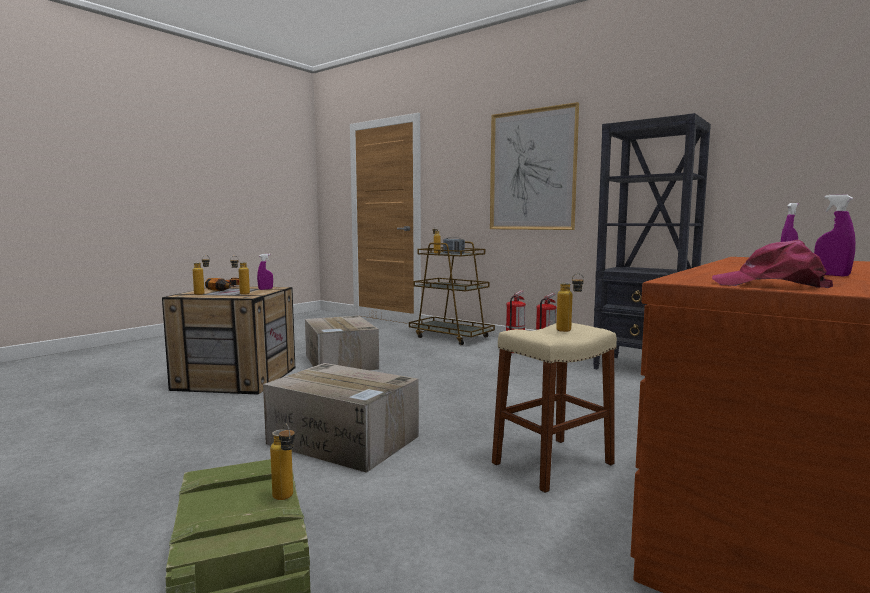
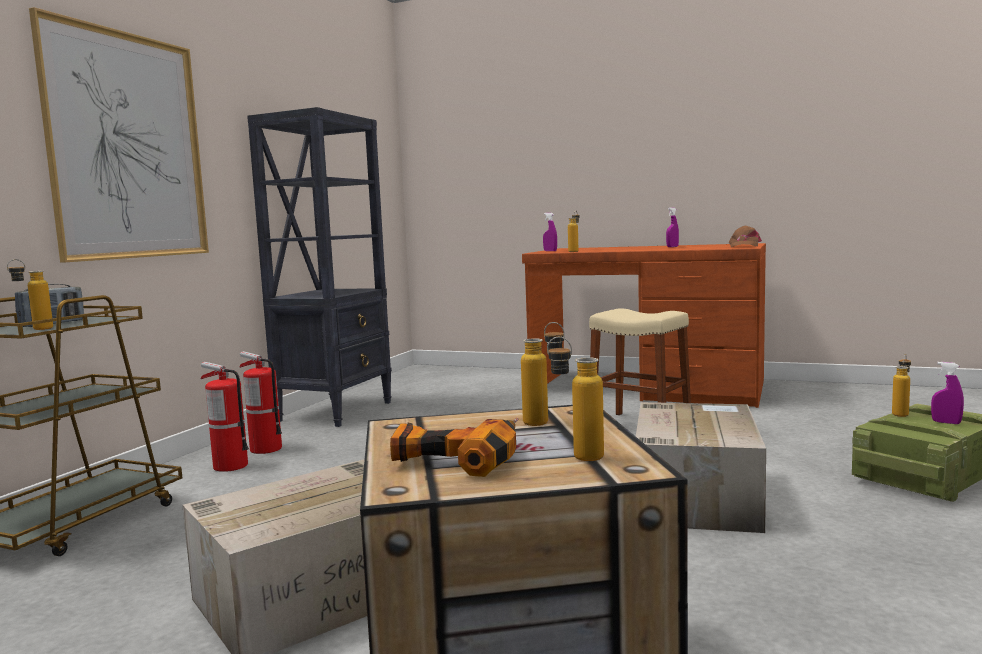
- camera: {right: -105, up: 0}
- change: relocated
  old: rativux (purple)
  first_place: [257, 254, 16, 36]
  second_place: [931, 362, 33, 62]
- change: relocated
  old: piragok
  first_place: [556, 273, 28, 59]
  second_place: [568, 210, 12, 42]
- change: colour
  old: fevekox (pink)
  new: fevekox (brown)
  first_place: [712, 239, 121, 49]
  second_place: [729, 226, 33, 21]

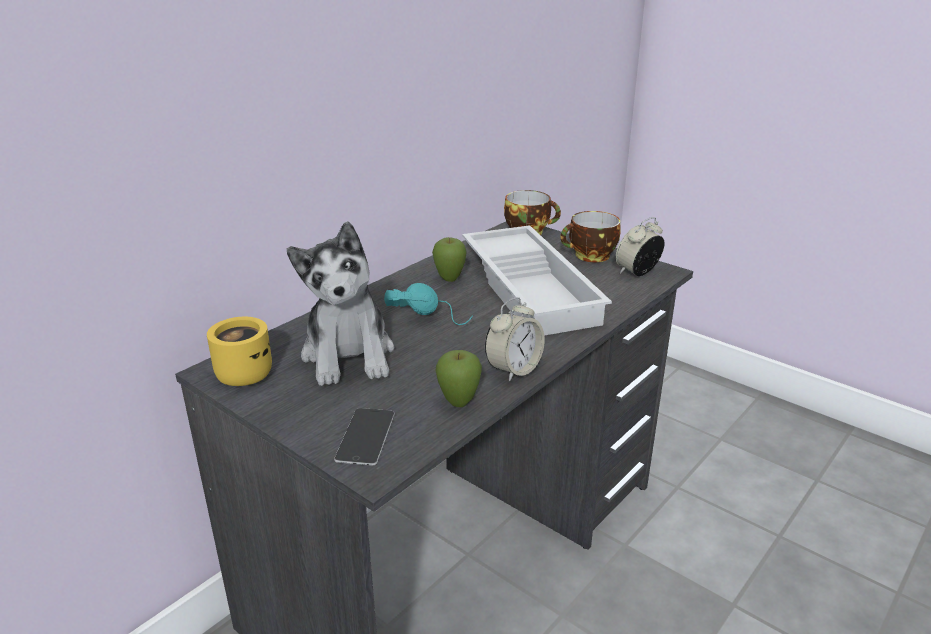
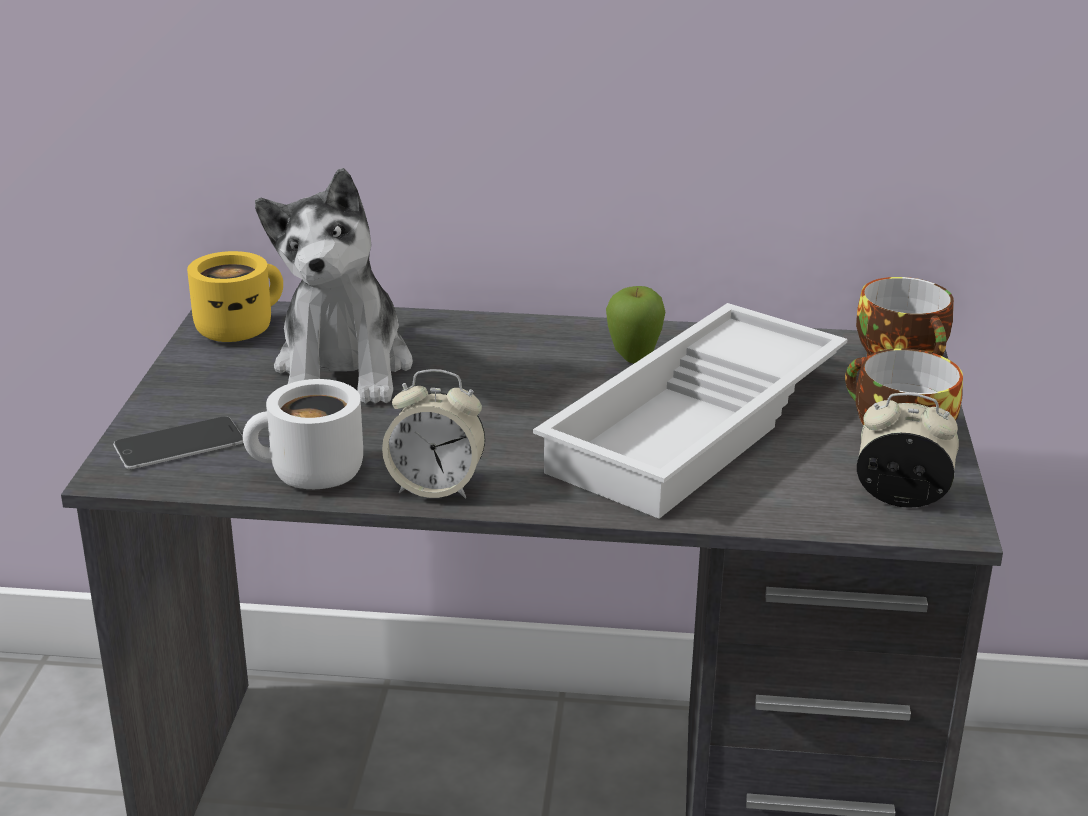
- camera: {right: 55, up: 0}
- change: spun
  old: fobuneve
  first_place: [287, 221, 107, 165]
  second_place: [255, 168, 158, 236]
  degrees: -45
- change: missing
  old: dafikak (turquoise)
  first_place: [384, 283, 89, 42]
- change: exchanged
  old: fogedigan
  new: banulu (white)
  first_place: [435, 350, 47, 57]
  second_place: [243, 379, 120, 110]

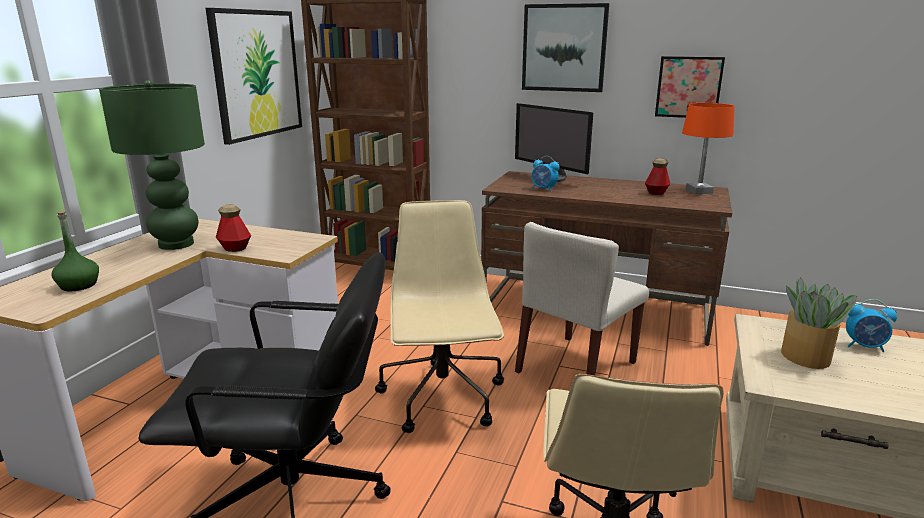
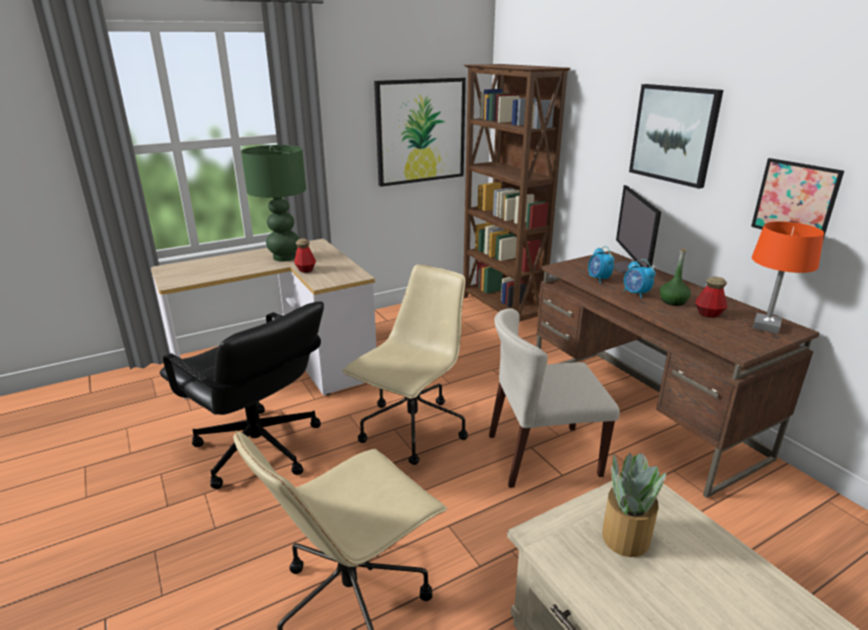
- camera: {right: 40, up: 5}
- change: relocated
  old: piragok (green)
  first_place: [51, 210, 48, 81]
  second_place: [660, 248, 31, 58]
- change: relocated
  old: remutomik
  first_place: [846, 299, 51, 53]
  second_place: [624, 259, 32, 39]

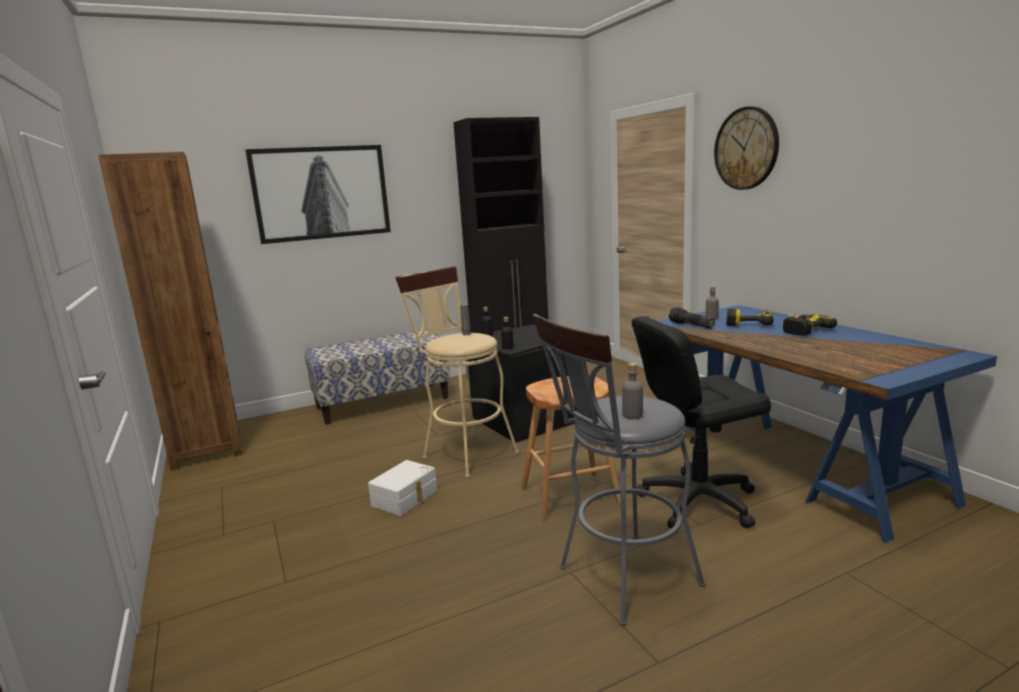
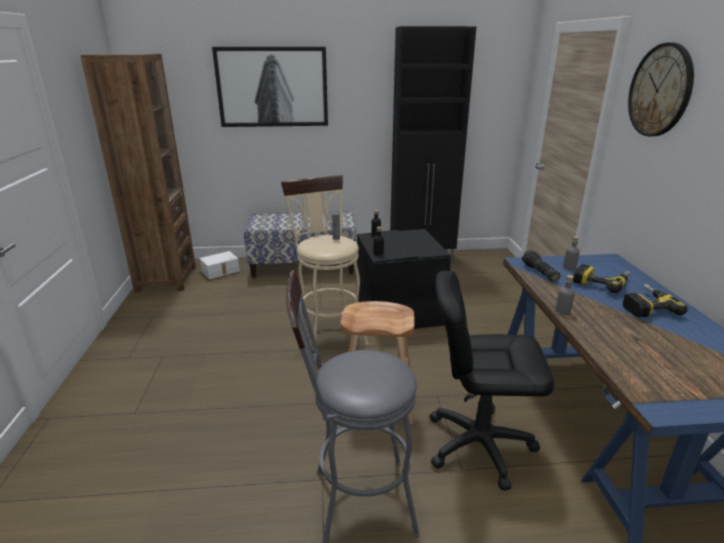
- camera: {right: 20, up: 10}
- change: relocated
  old: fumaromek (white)
  first_place: [368, 460, 69, 56]
  second_place: [200, 251, 40, 28]
- change: relocated
  old: piragok (grey)
  first_place: [622, 363, 21, 56]
  second_place: [555, 275, 20, 40]

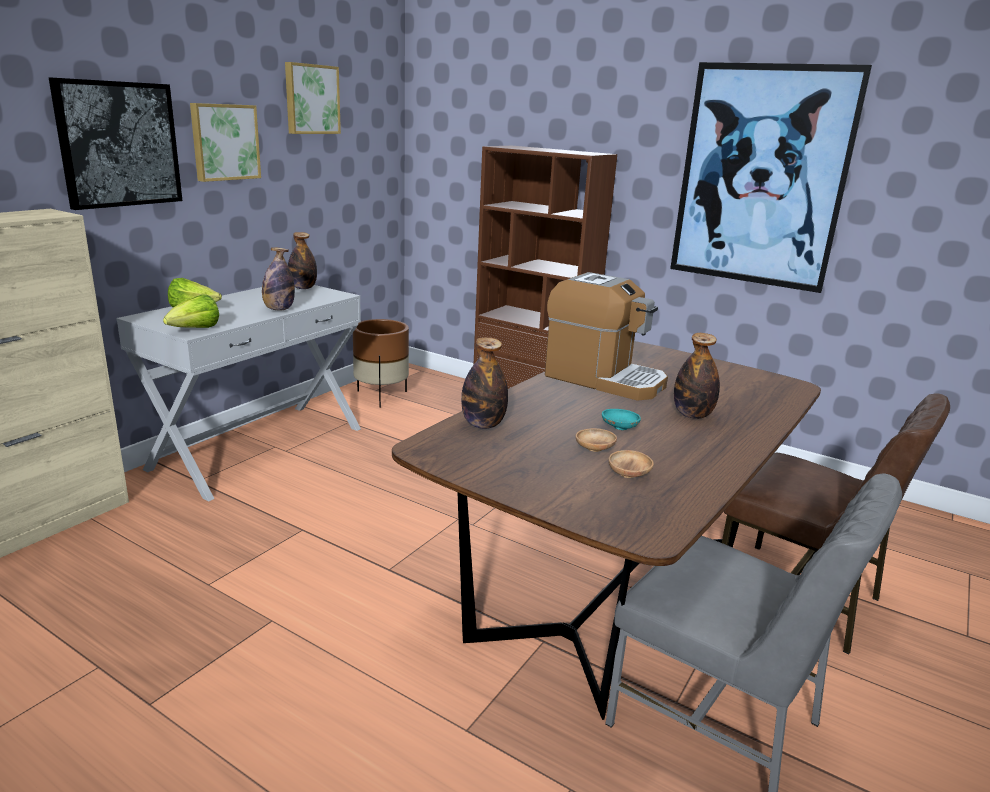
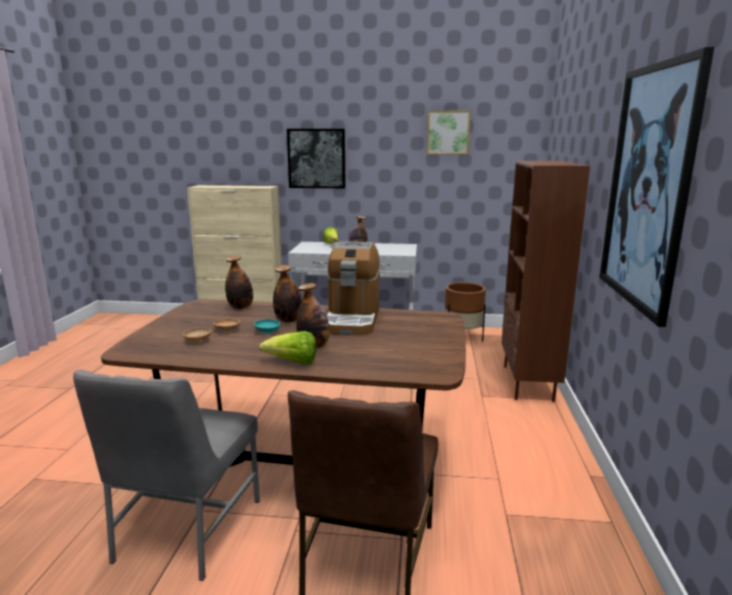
- camera: {right: 65, up: -5}
- change: relocated
  old: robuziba
  first_place: [163, 294, 56, 34]
  second_place: [259, 331, 57, 34]
- change: missing
  old: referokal
  first_place: [190, 103, 71, 79]
- change: relocated
  old: piragok
  first_place: [288, 232, 29, 57]
  second_place: [273, 265, 29, 58]

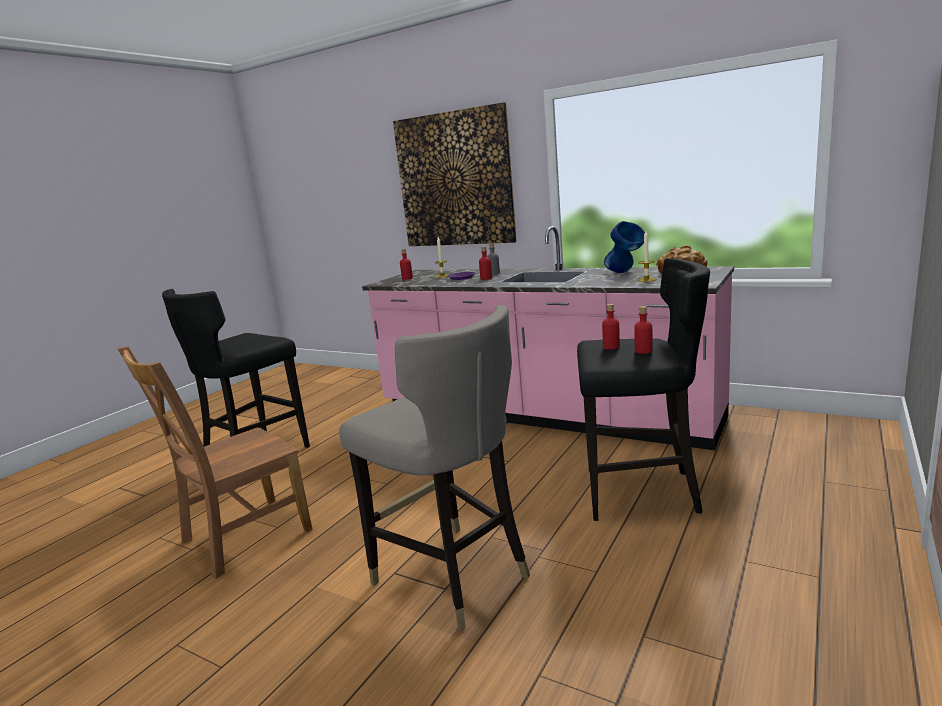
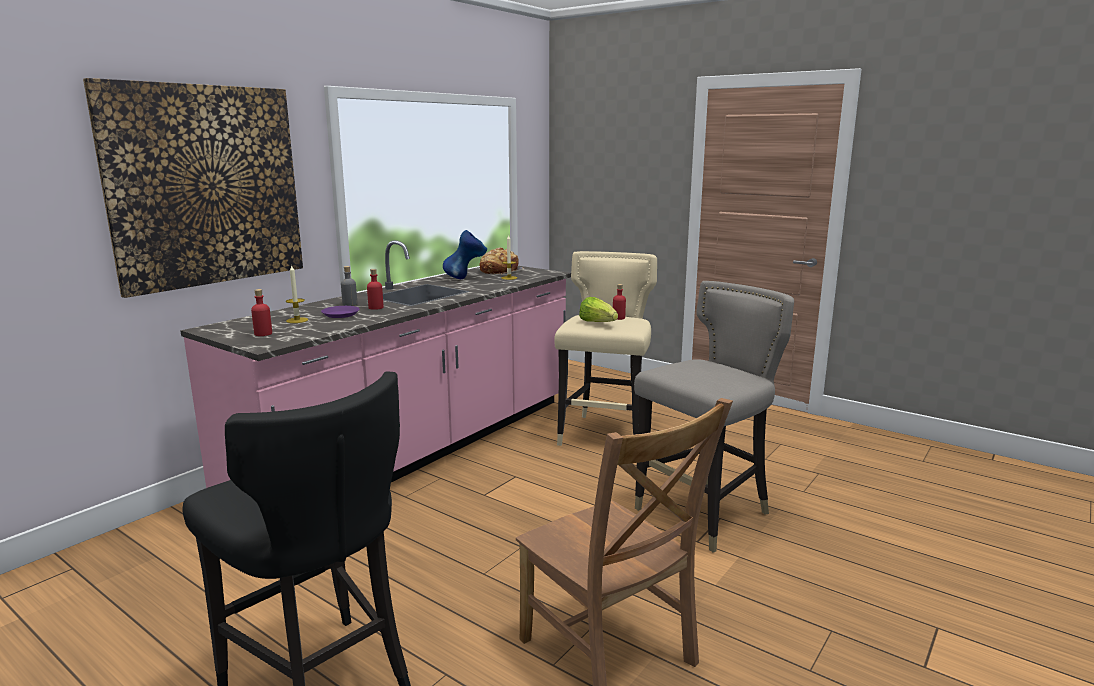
- camera: {right: -85, up: 0}
- change: colour
  old: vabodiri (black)
  new: vabodiri (beige)
  first_place: [577, 258, 133, 263]
  second_place: [554, 251, 103, 195]
- change: exchanged
  old: piragok (red)
  new: robuziba
  first_place: [602, 304, 18, 45]
  second_place: [579, 297, 39, 25]

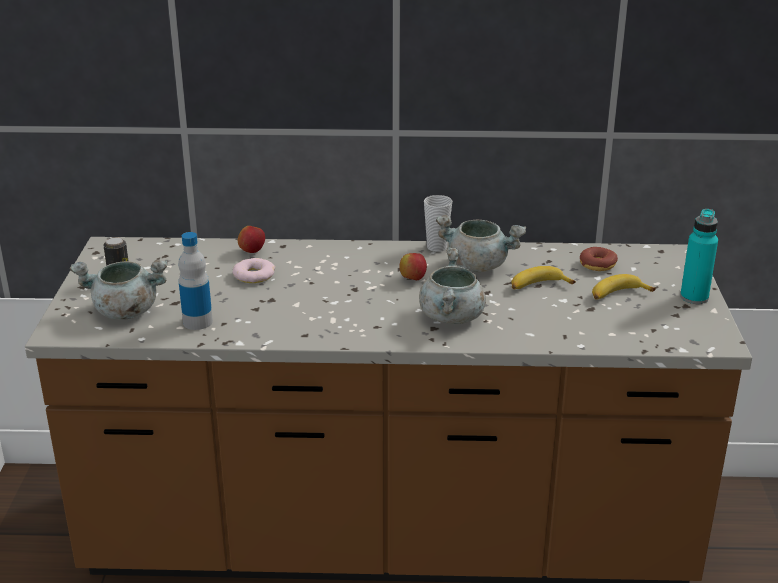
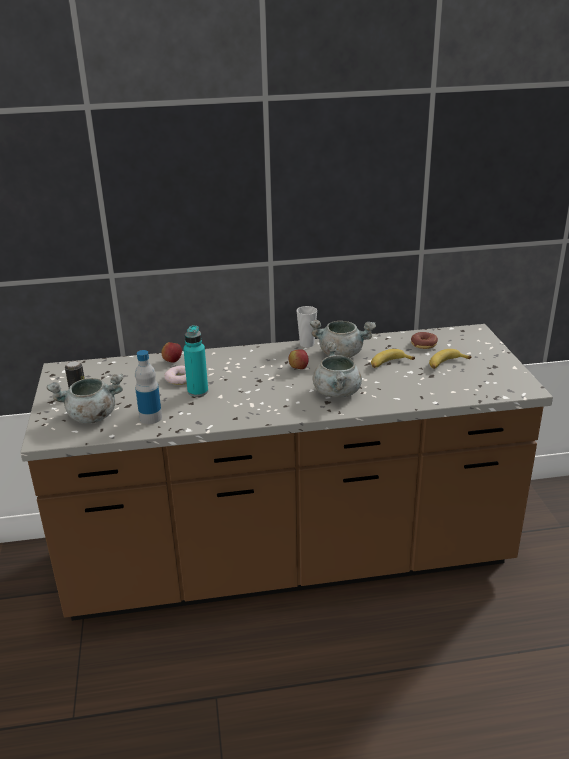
- camera: {right: -10, up: 0}
- change: relocated
  old: piragok (turquoise)
  first_place: [680, 209, 38, 95]
  second_place: [183, 325, 25, 72]

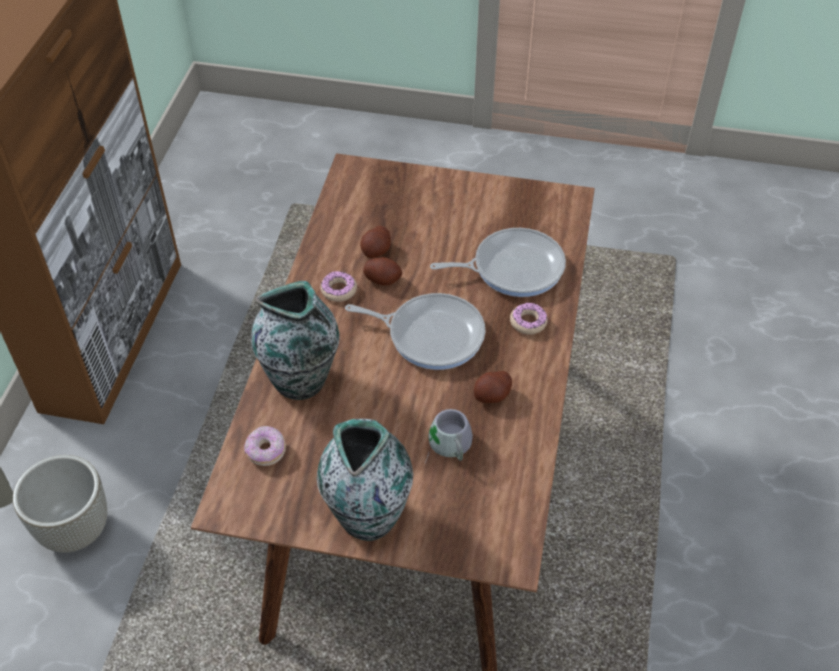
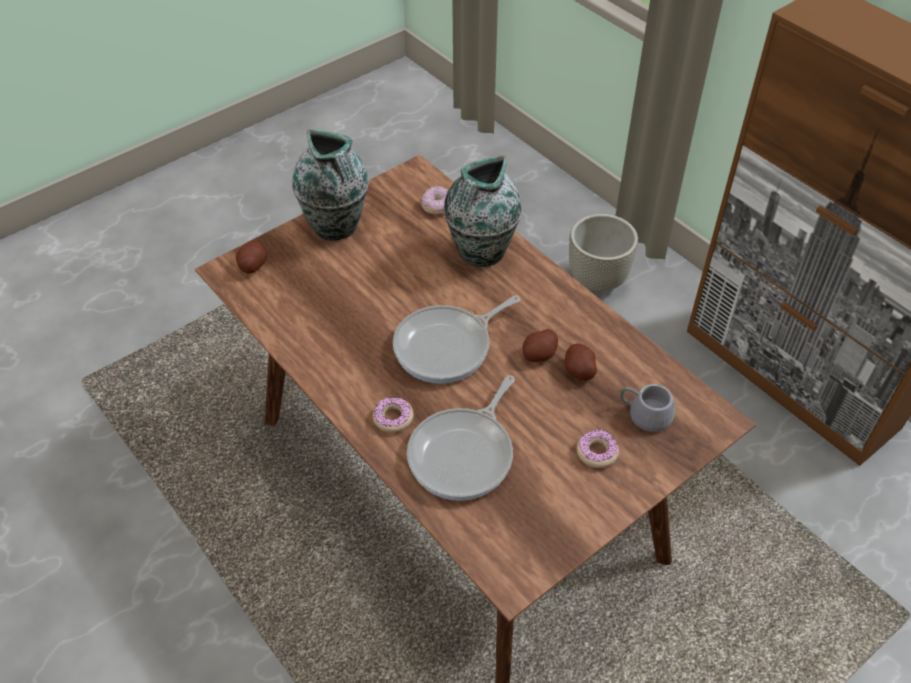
- camera: {right: 130, up: 0}
- change: relocated
  old: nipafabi
  first_place: [320, 271, 37, 31]
  second_place: [577, 430, 42, 38]
- change: relocated
  old: banulu (grey)
  first_place: [425, 409, 48, 54]
  second_place: [620, 384, 55, 48]
- change: relocated
  old: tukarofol
  first_place: [474, 371, 38, 32]
  second_place: [236, 240, 31, 34]

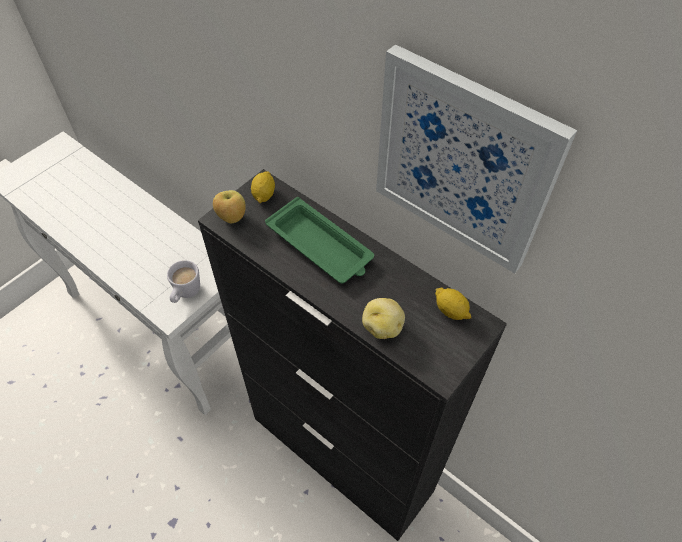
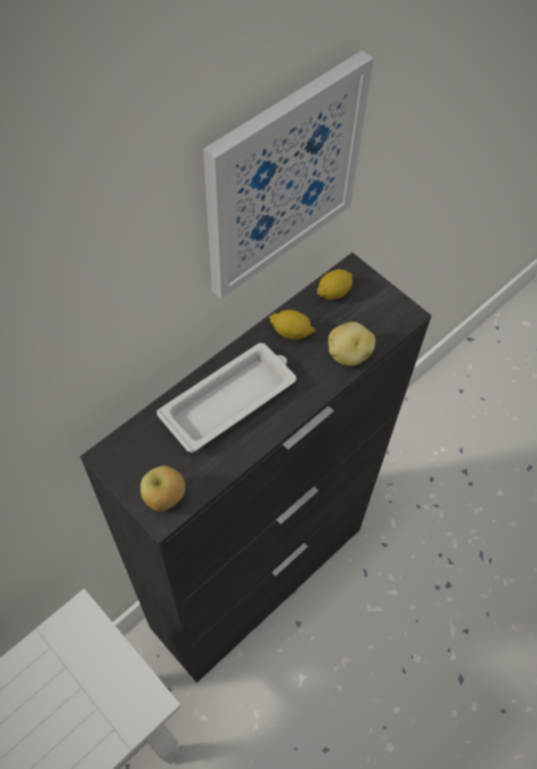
- camera: {right: -85, up: 5}
- change: missing
  old: banulu (white)
  first_place: [167, 260, 33, 43]
- change: relocated
  old: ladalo
  first_place: [251, 171, 24, 32]
  second_place: [269, 310, 47, 30]
- change: colour
  old: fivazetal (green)
  new: fivazetal (white)
  first_place: [265, 197, 109, 86]
  second_place: [157, 343, 139, 110]

